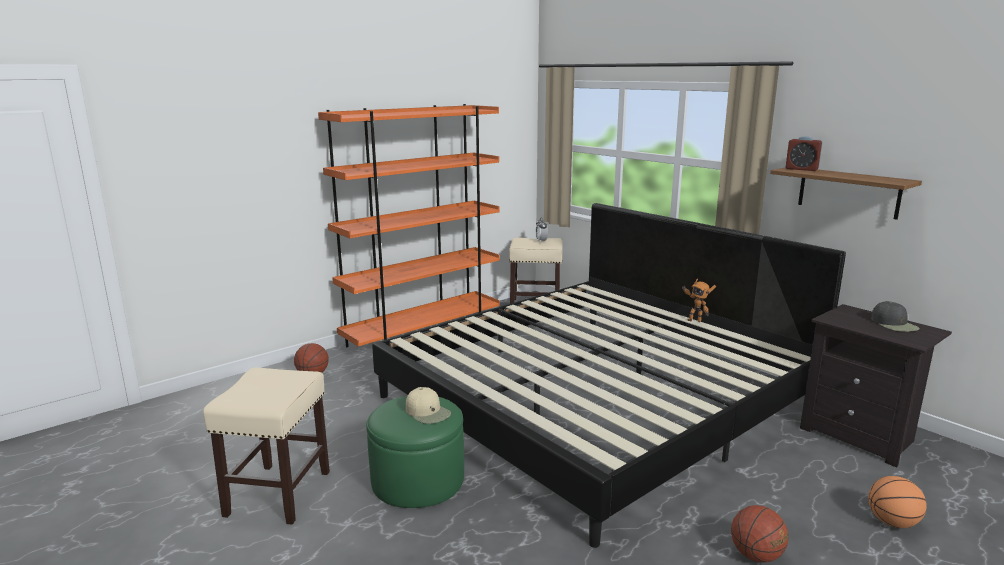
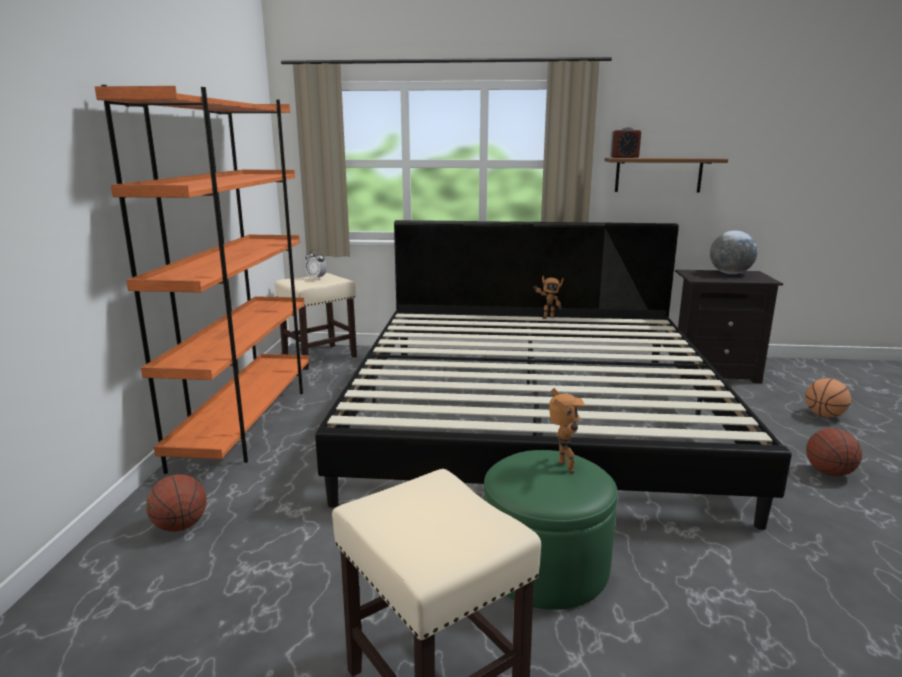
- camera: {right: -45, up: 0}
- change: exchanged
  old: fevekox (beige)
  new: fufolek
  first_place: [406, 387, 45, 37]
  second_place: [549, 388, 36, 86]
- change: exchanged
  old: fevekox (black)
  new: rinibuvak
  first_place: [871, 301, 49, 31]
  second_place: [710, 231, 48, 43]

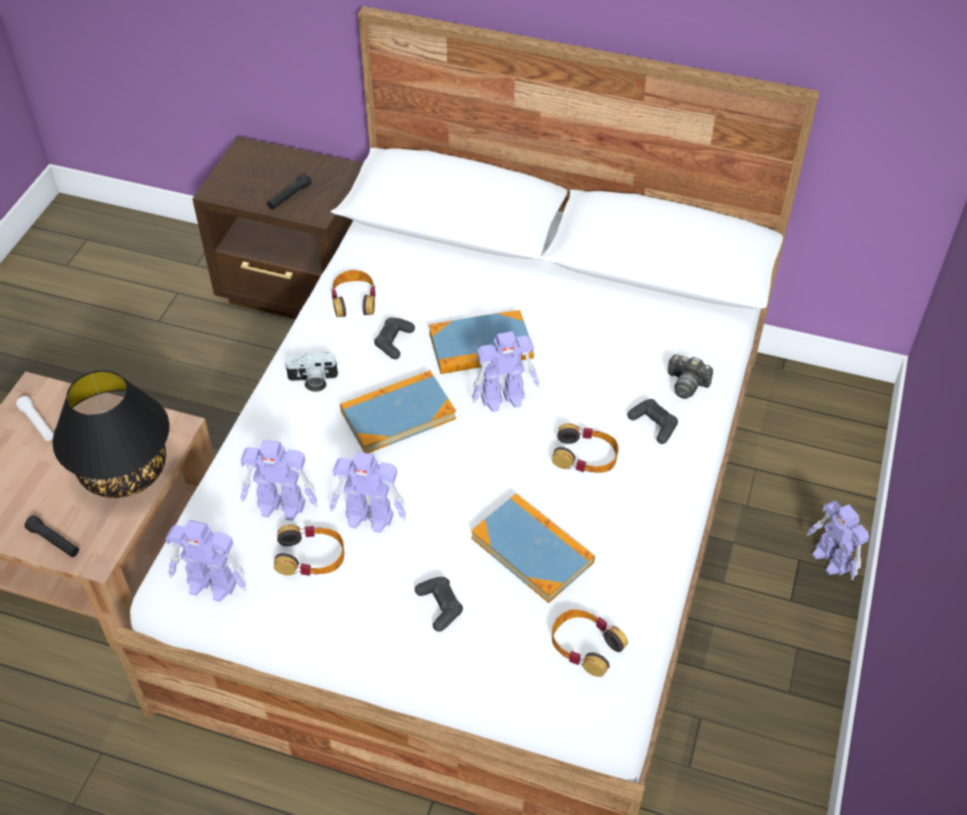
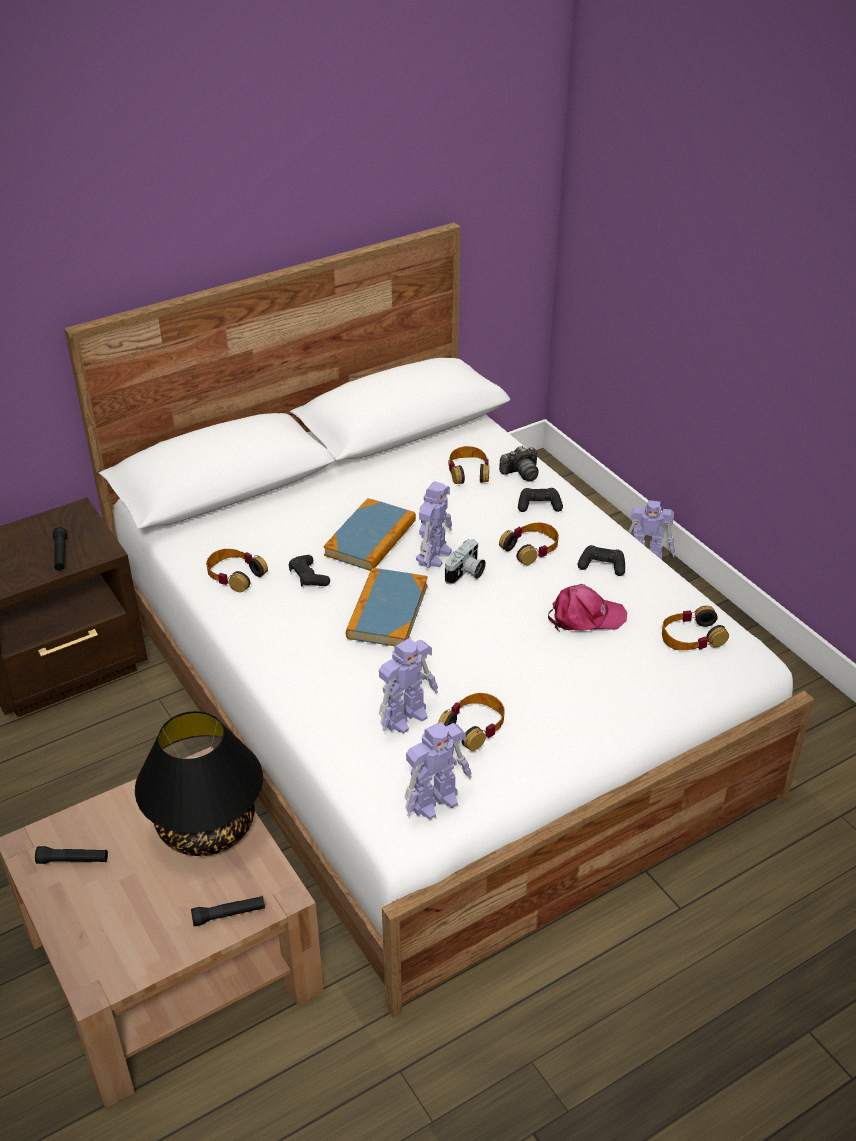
- camera: {right: -50, up: -10}
- change: colour
  old: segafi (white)
  new: segafi (black)
  first_place: [16, 396, 38, 45]
  second_place: [35, 846, 73, 18]
- change: relocated
  old: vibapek
  first_place: [284, 352, 54, 40]
  second_place: [445, 539, 41, 45]
- change: missing
  old: fufolek
  first_place: [329, 451, 77, 82]
- change: relocated
  old: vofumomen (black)
  first_place: [415, 577, 48, 55]
  second_place: [578, 545, 47, 31]
- change: exchanged
  old: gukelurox
  new: fevekox (pink)
  first_place: [471, 494, 124, 109]
  second_place: [548, 584, 79, 47]
- change: appeared
  new: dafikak
  second_place: [448, 446, 41, 38]

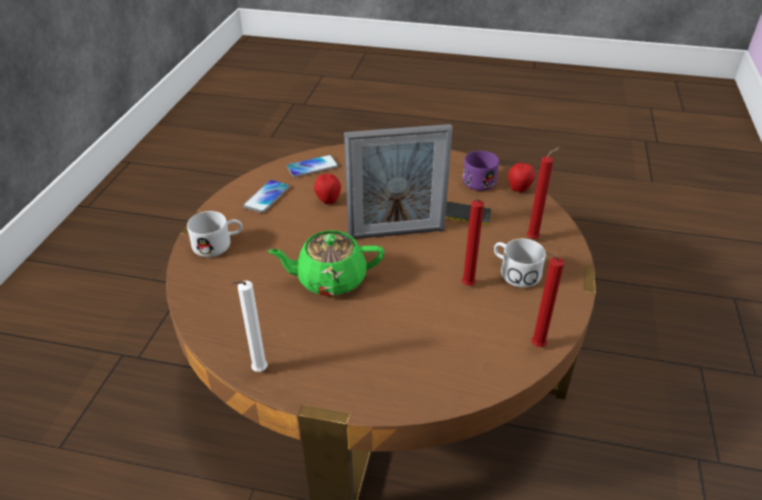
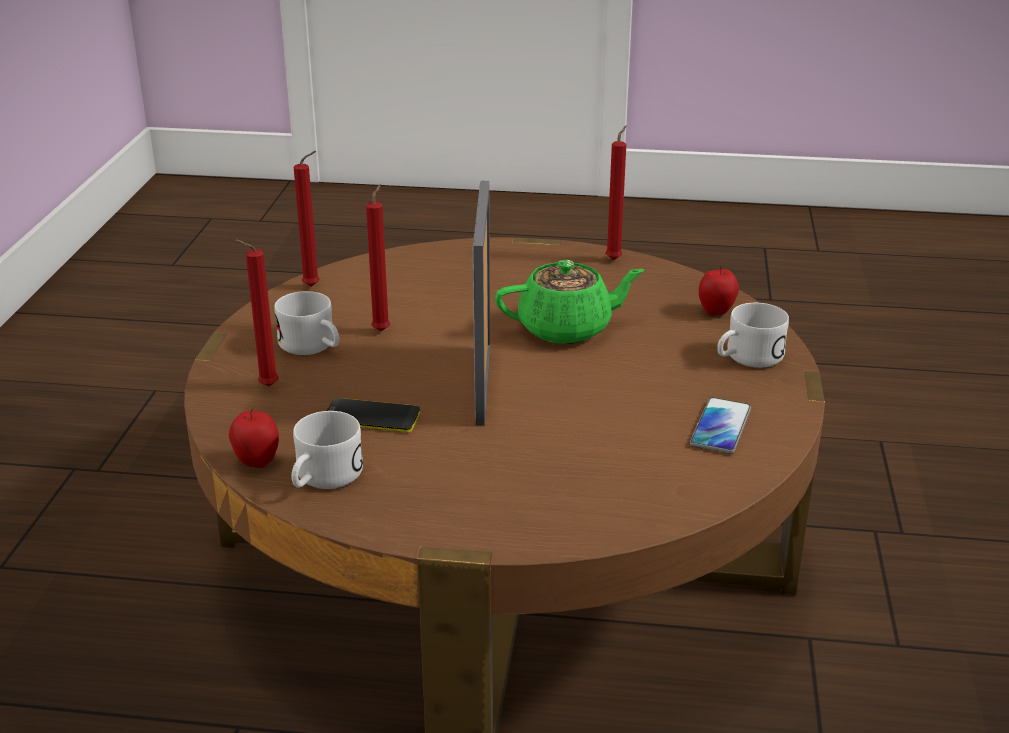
- camera: {right: 175, up: -10}
- change: colour
  old: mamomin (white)
  new: mamomin (red)
  first_place: [232, 281, 36, 91]
  second_place: [606, 126, 20, 134]
- change: missing
  old: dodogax
  first_place: [287, 155, 52, 22]
- change: relocated
  old: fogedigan
  first_place: [314, 172, 27, 32]
  second_place: [699, 266, 40, 50]
- change: spun
  old: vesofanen
  first_place: [344, 124, 109, 115]
  second_place: [473, 181, 17, 245]
  degrees: -75
- change: colour
  old: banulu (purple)
  new: banulu (white)
  first_place: [463, 151, 36, 40]
  second_place: [291, 411, 72, 78]

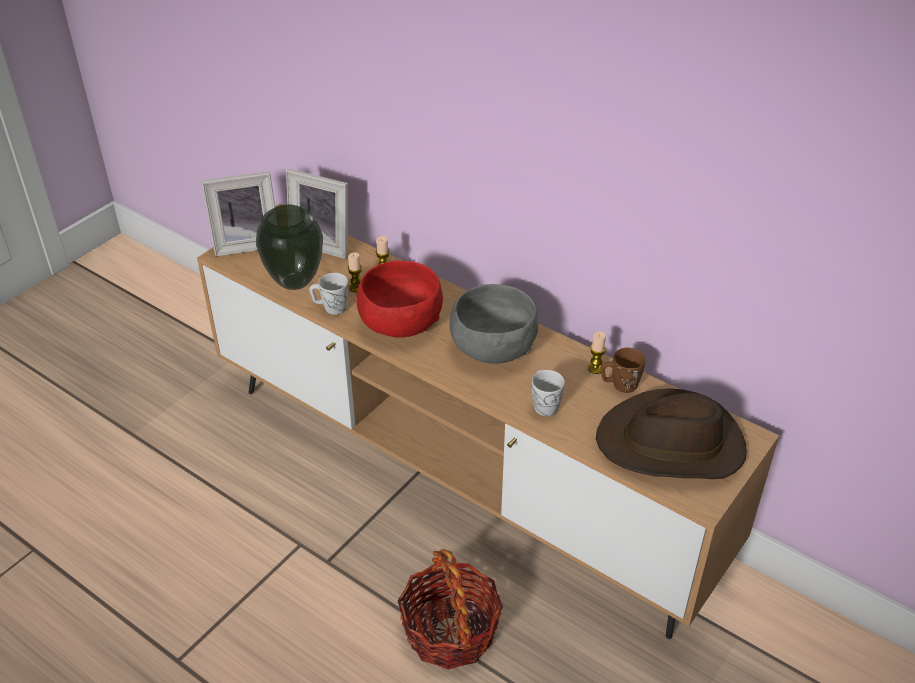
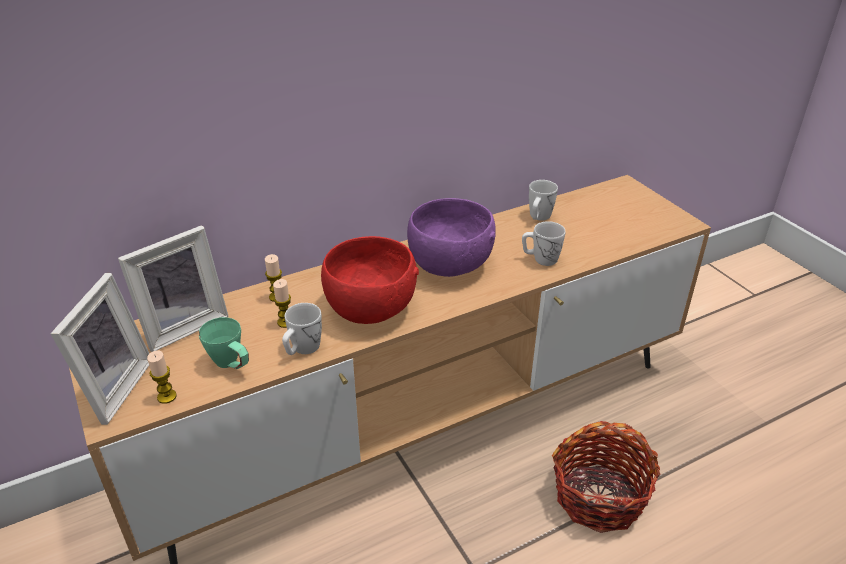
- camera: {right: -65, up: -5}
- change: exchanged
  old: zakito
  new: banulu (green)
  first_place: [256, 205, 67, 85]
  second_place: [199, 317, 50, 52]
- change: colour
  old: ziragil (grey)
  new: ziragil (purple)
  first_place: [450, 284, 88, 80]
  second_place: [407, 198, 89, 79]
- change: relocated
  old: mamomin
  first_place: [588, 332, 18, 42]
  second_place: [147, 350, 30, 54]
- change: missing
  old: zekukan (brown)
  first_place: [596, 388, 151, 91]
- change: colour
  old: banulu (brown)
  new: banulu (white)
  first_place: [601, 348, 44, 45]
  second_place: [529, 180, 29, 41]

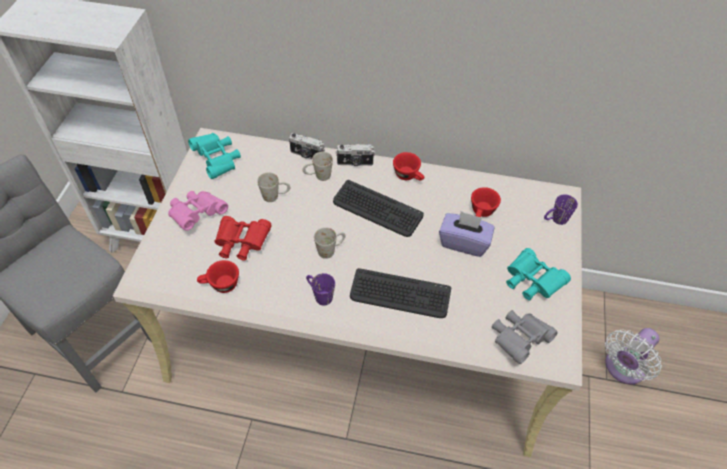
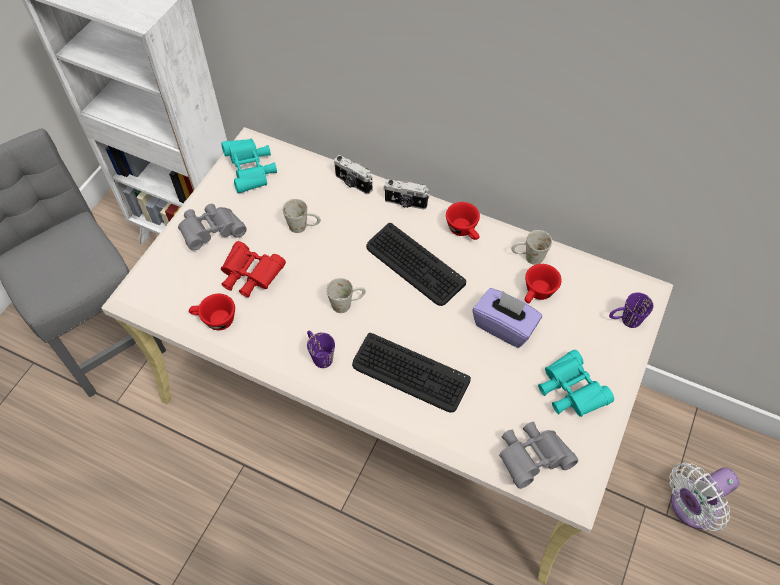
- camera: {right: 15, up: 5}
- change: colour
  old: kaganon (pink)
  new: kaganon (grey)
  first_place: [168, 191, 60, 40]
  second_place: [178, 204, 69, 46]
- change: relocated
  old: banulu (white)
  first_place: [302, 151, 31, 30]
  second_place: [511, 230, 41, 35]

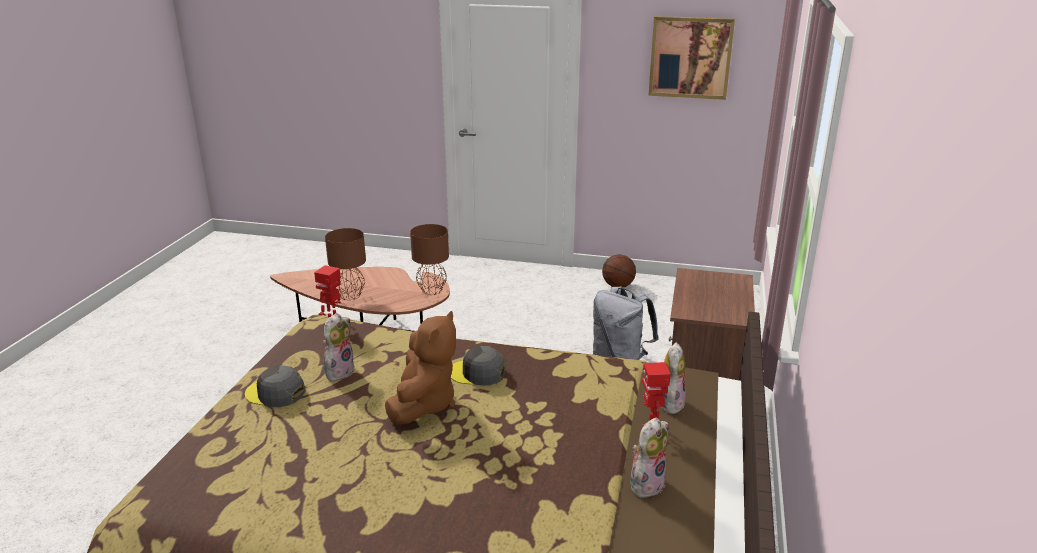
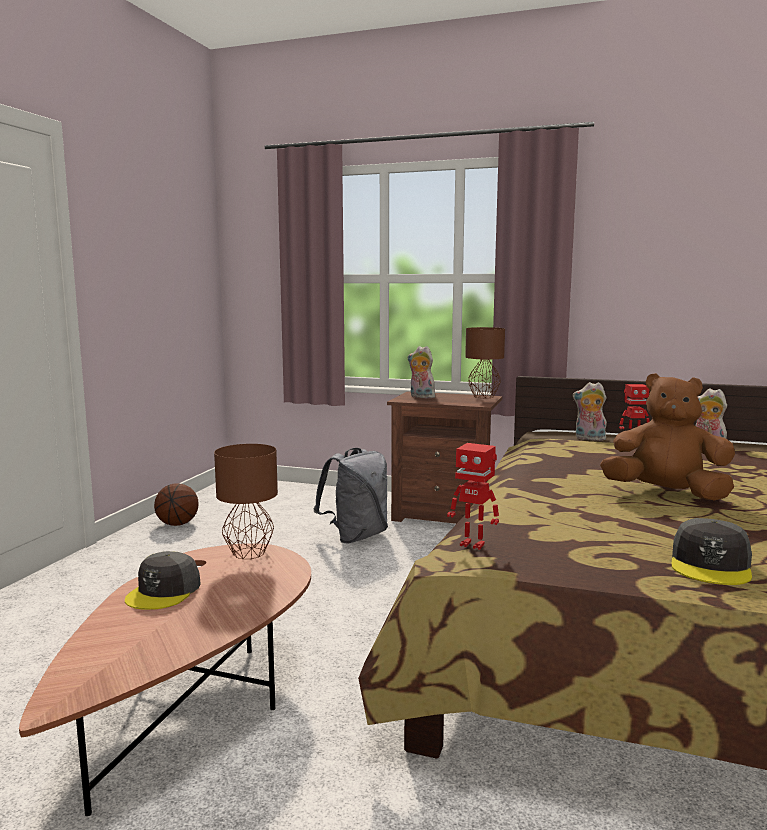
- camera: {right: -85, up: -15}
- change: relocated
  old: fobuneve
  first_place: [323, 313, 32, 68]
  second_place: [408, 346, 27, 53]
- change: relocated
  old: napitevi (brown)
  first_place: [325, 228, 41, 72]
  second_place: [465, 327, 40, 71]
- change: relocated
  old: fevekox (grey)
  first_place: [451, 346, 55, 40]
  second_place: [125, 551, 76, 59]
- change: missing
  old: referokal
  first_place: [648, 16, 87, 84]

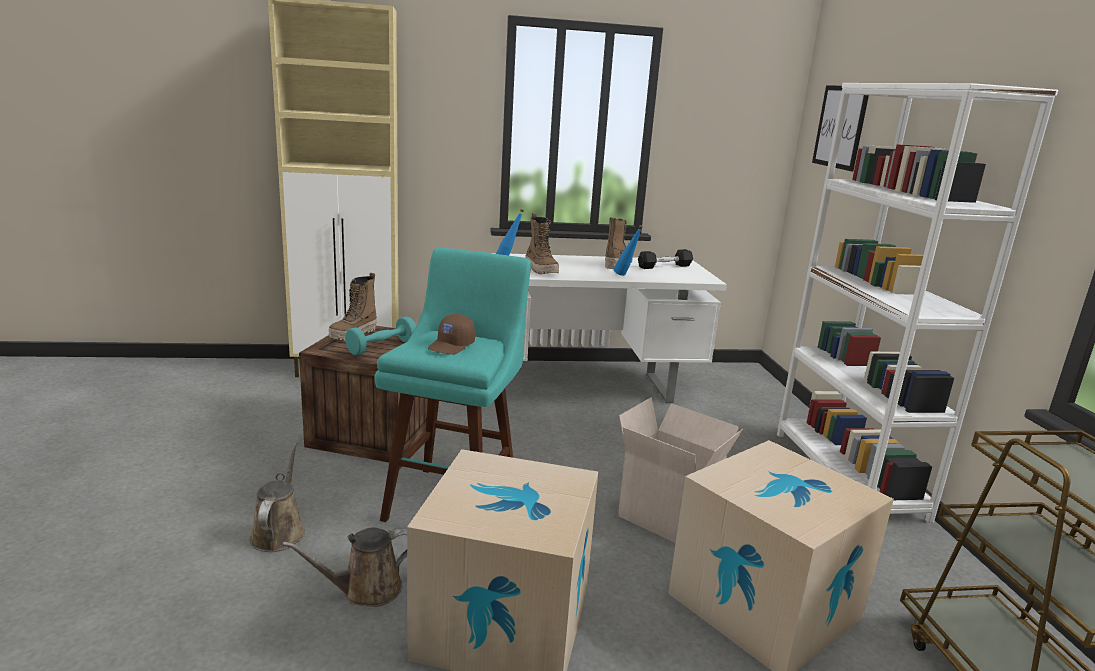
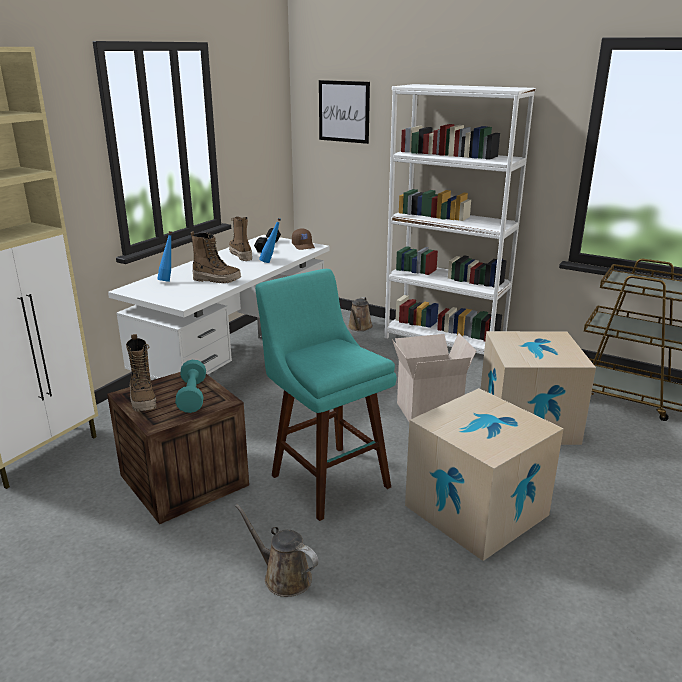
- camera: {right: -50, up: 5}
- change: relocated
  old: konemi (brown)
  first_place: [282, 528, 125, 79]
  second_place: [348, 297, 25, 34]
- change: relocated
  old: fevekox (brown)
  first_place: [428, 314, 47, 41]
  second_place: [292, 228, 23, 22]

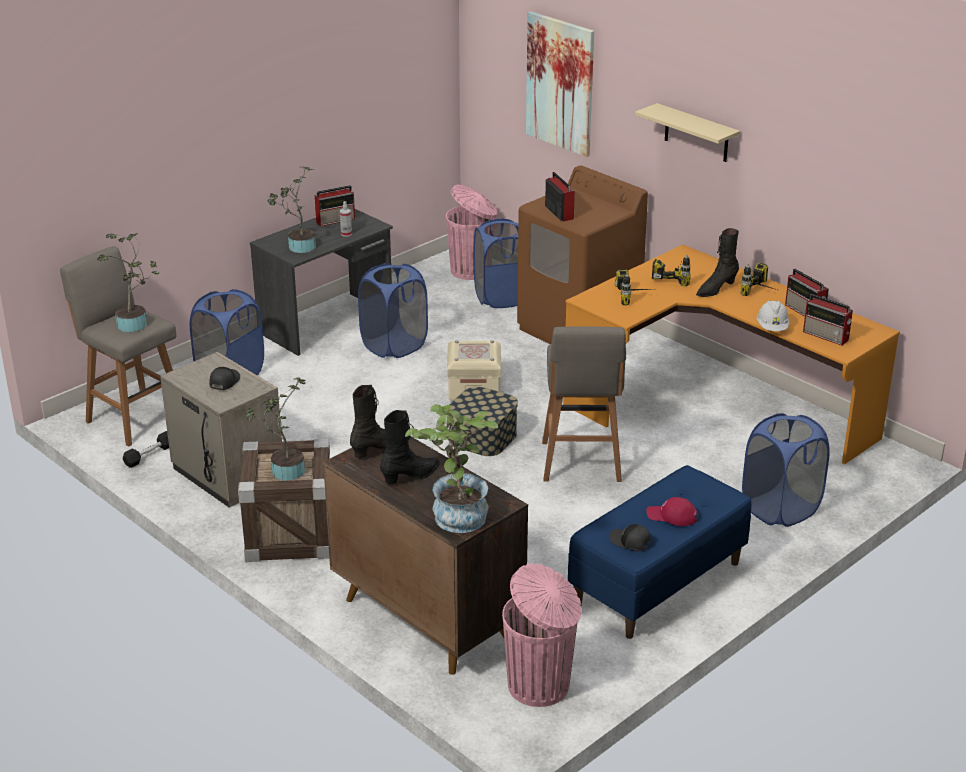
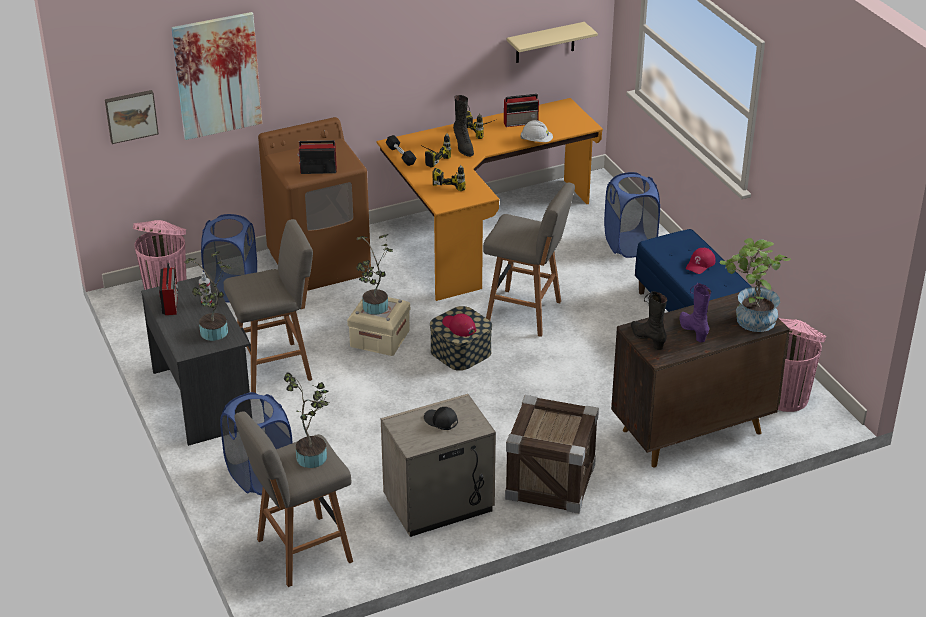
- camera: {right: -70, up: 5}
- change: relocated
  old: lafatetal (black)
  first_place: [123, 431, 46, 37]
  second_place: [386, 135, 30, 31]
- change: relocated
  old: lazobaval
  first_place: [246, 378, 60, 103]
  second_place: [356, 234, 37, 81]
- change: exchanged
  old: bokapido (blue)
  new: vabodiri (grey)
  first_place: [358, 263, 70, 95]
  second_place: [224, 219, 89, 174]
- change: colour
  old: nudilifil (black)
  new: nudilifil (purple)
  first_place: [380, 410, 60, 74]
  second_place: [680, 283, 31, 59]
- change: missing
  old: fevekox (black)
  first_place: [609, 524, 42, 27]
- change: relocated
  old: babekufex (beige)
  first_place: [635, 103, 105, 59]
  second_place: [507, 22, 91, 41]
- change: missing
  old: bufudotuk
  first_place: [803, 294, 50, 52]
- change: appeared
  new: referokal
  second_place: [105, 90, 54, 54]
- change: appeared
  new: fevekox (red)
  second_place: [442, 314, 34, 23]

